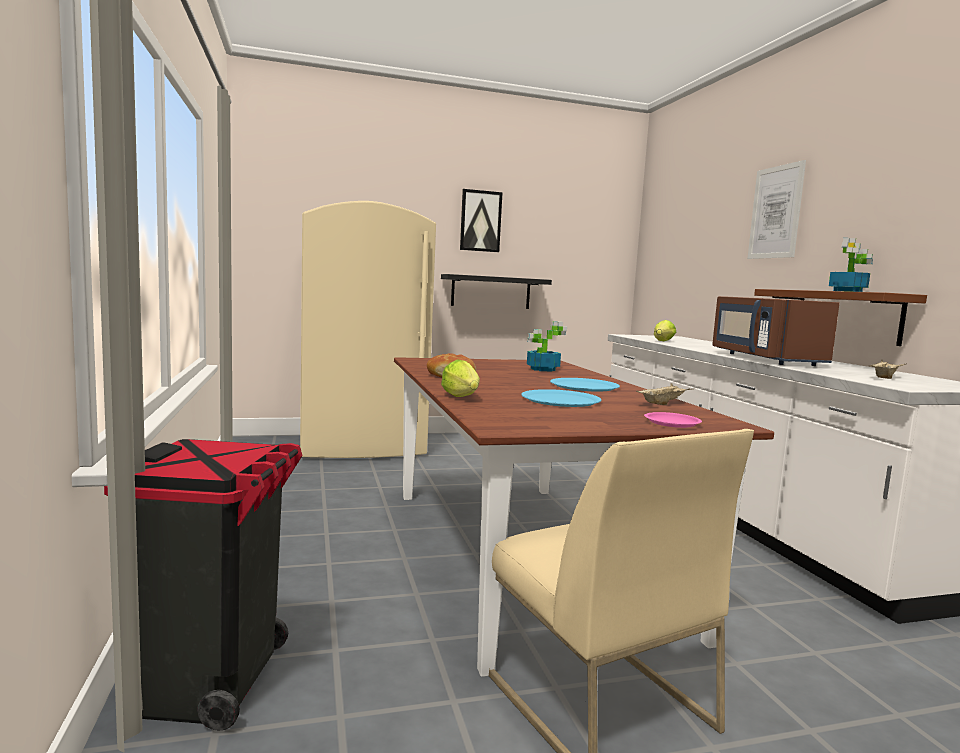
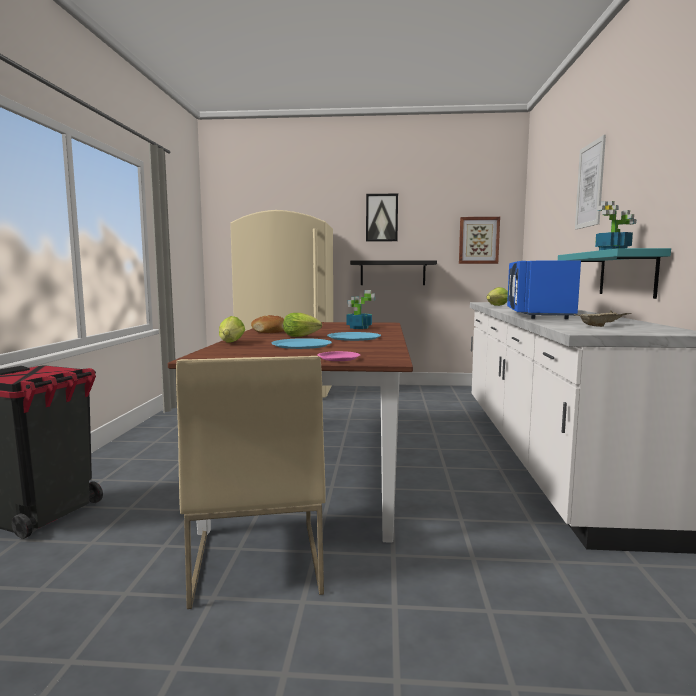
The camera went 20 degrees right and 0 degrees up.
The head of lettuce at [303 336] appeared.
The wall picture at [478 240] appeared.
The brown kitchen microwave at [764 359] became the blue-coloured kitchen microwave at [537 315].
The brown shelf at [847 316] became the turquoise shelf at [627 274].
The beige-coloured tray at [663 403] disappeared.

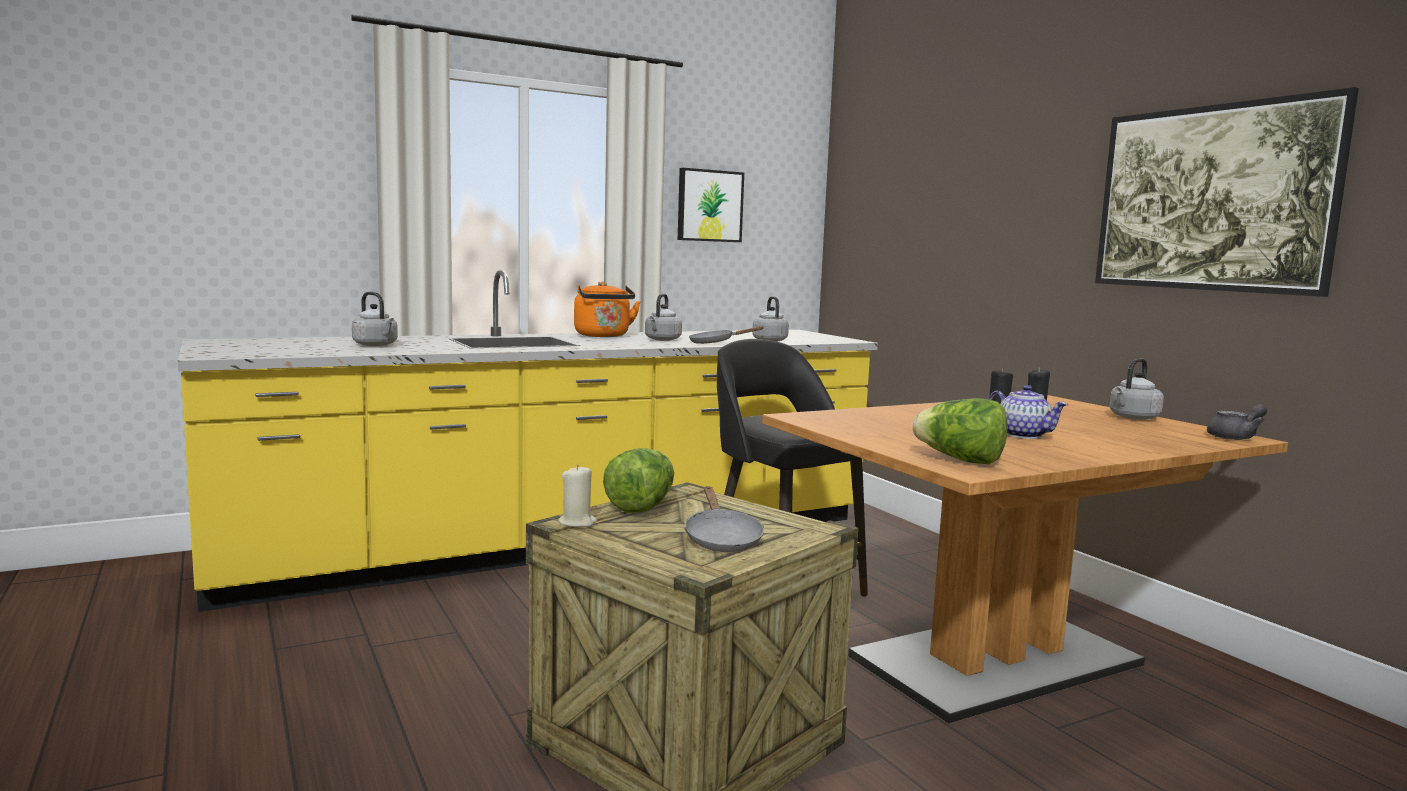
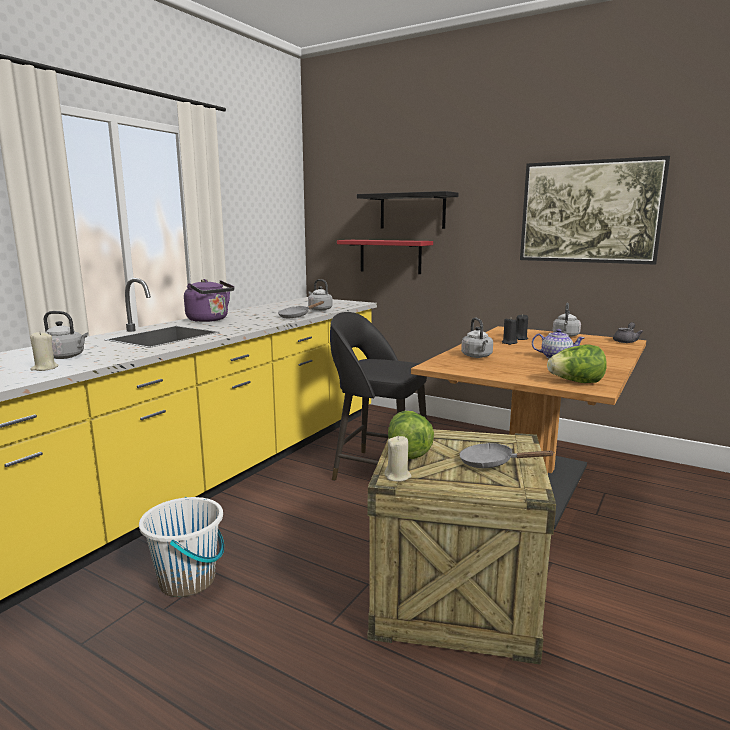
The camera went 30 degrees left and 5 degrees up.
The beige-coloured candle at [44 368] appeared.
The white pail at [188 580] appeared.
The orange tea kettle at [603 336] became the purple tea kettle at [209 320].
The reddish shelf at [390 256] appeared.
The black shelf at [412 211] appeared.
The greyish pan at [721 539] turned 150 degrees clockwise.
The greyish tea kettle moved from [662 340] to [477 356].
The wall picture at [709 206] disappeared.

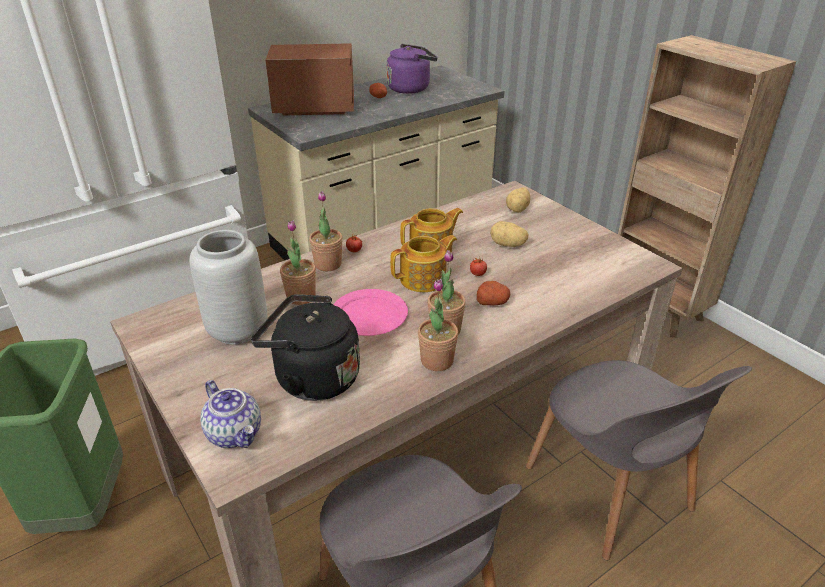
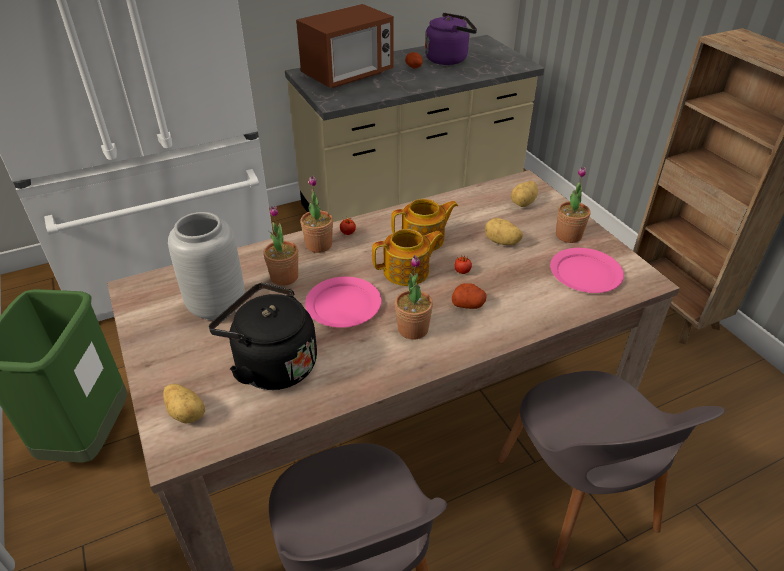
The camera went 10 degrees right and 5 degrees up.
The teapot at [235 433] was replaced by the whole potato at [187 413].
The kitchen microwave at [314 108] turned 135 degrees clockwise.
The pink-coloured flat dish at [585 273] appeared.
The plant in a pot moved from [437 361] to [568 235].

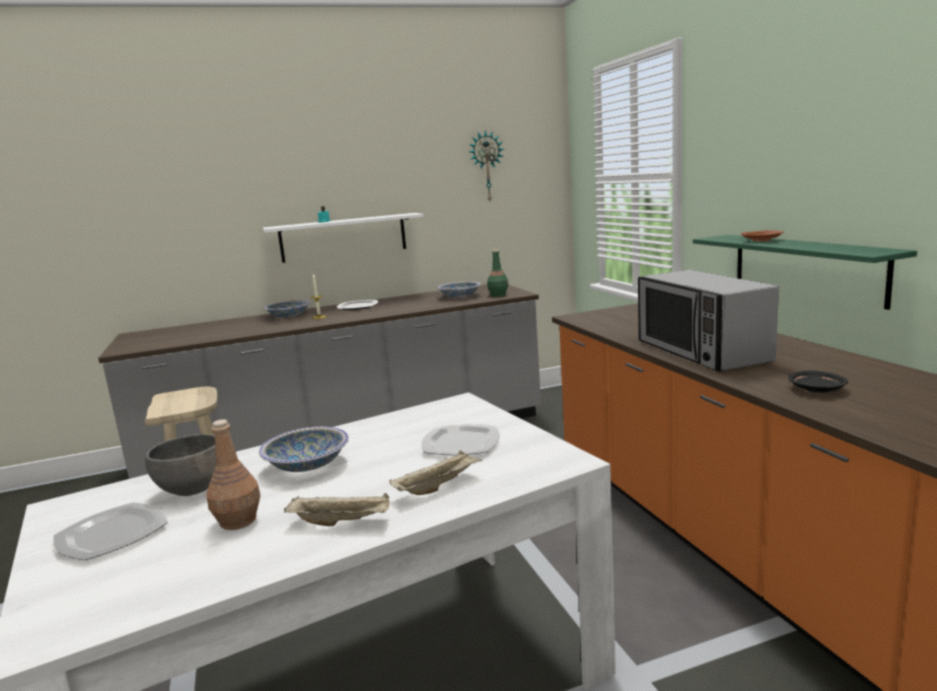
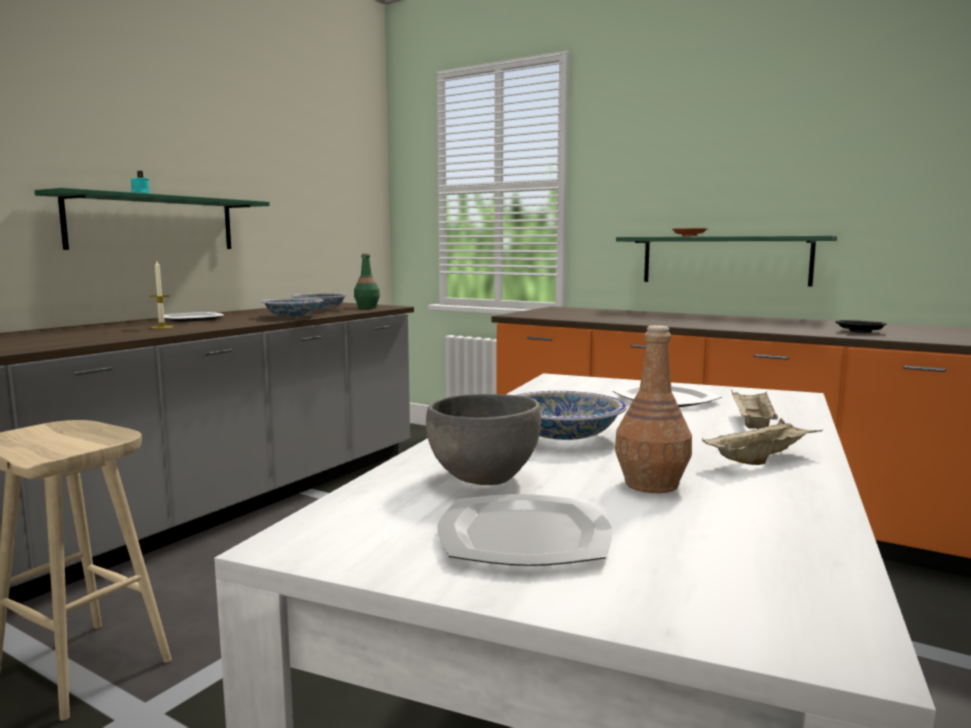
The camera went 40 degrees left and 5 degrees down.
The white shelf at [343 237] became the greenish shelf at [153 223].
The deep dish moved from [288 316] to [293 316].
The clock on the wall at [486 166] disappeared.
The kitchen microwave at [701 352] disappeared.

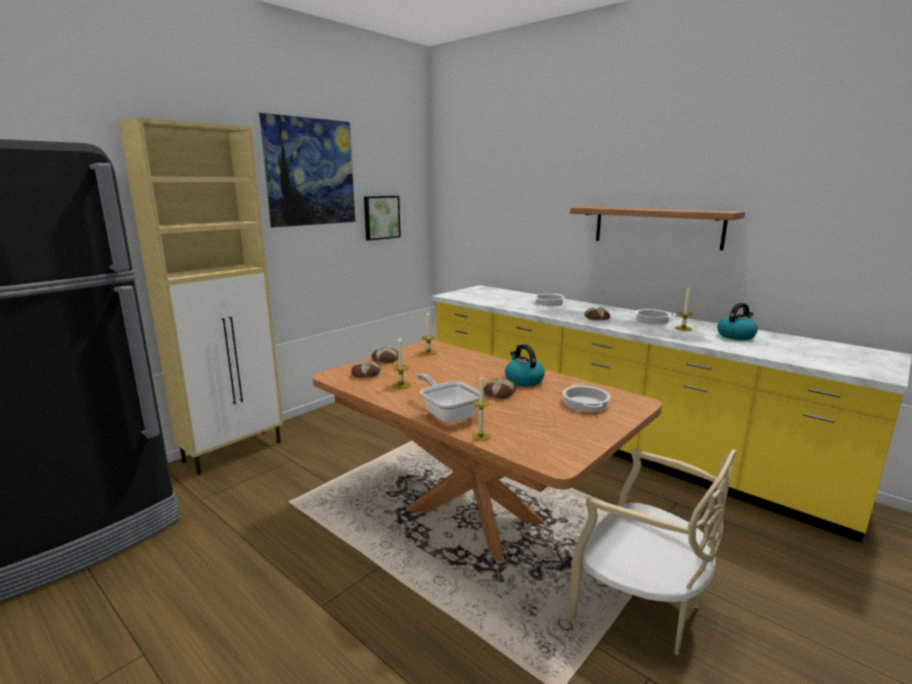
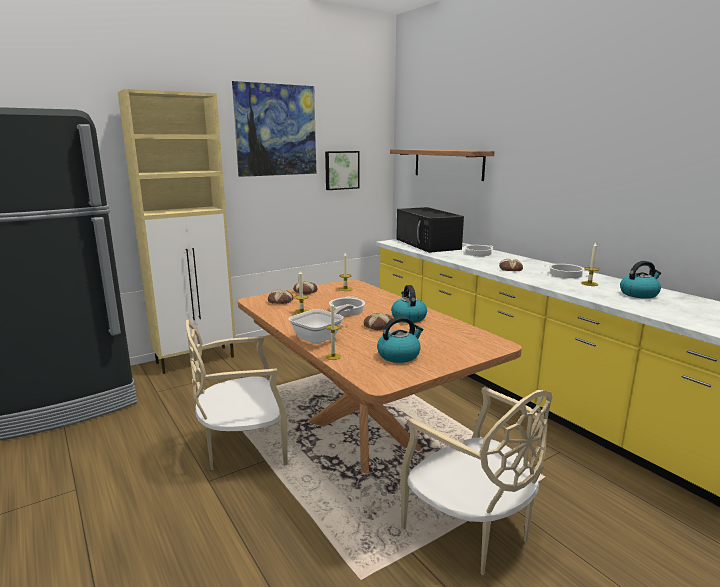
The camera went 15 degrees right and 0 degrees up.
The beige-coloured plain chair at [243 447] appeared.
The pan at [448 414] turned 60 degrees clockwise.
The cooking pot moved from [585 403] to [346 310].
The tea kettle at [399 355] appeared.
The shelf moved from [657 227] to [448 164].
The black kitchen microwave at [428 244] appeared.

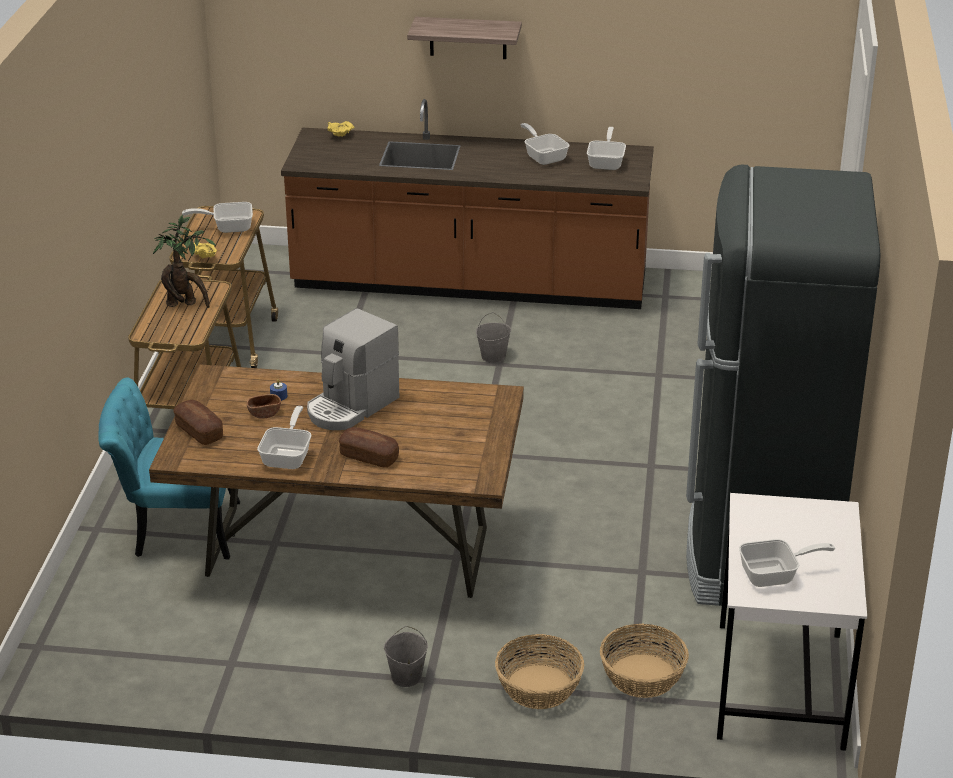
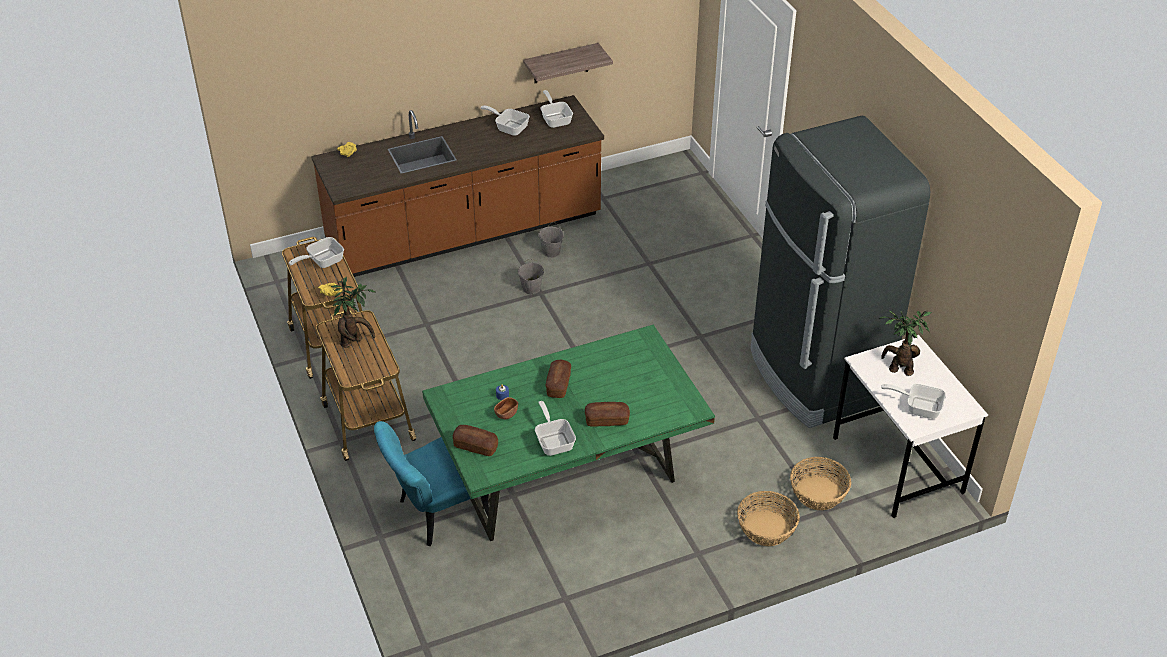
The camera went 30 degrees left and 10 degrees up.
The brown kitchen table at [350 552] became the greenish kitchen table at [569 481].
The shelf moved from [468 38] to [561 64].
The greyish pail moved from [406 677] to [551 252].
The coffee maker at [351 406] was replaced by the baked bread at [558 384].
The plant in a pot at [898 368] appeared.
The pan at [775 575] turned 120 degrees counterclockwise.

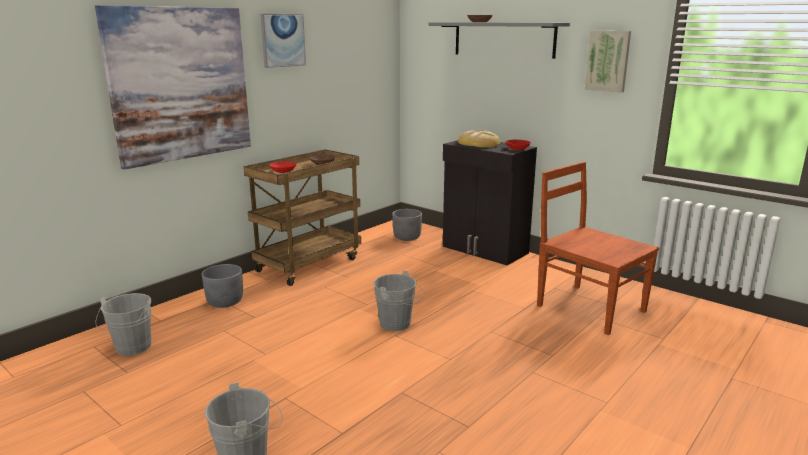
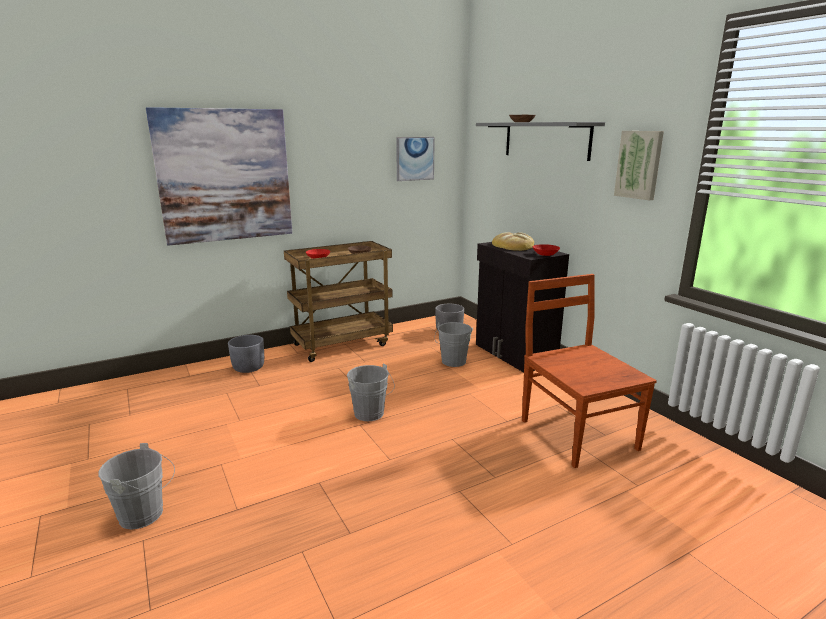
The camera went 20 degrees right and 0 degrees up.
The wall picture moved from [282 40] to [415 158].
The greyish pail moved from [131 349] to [452 362].

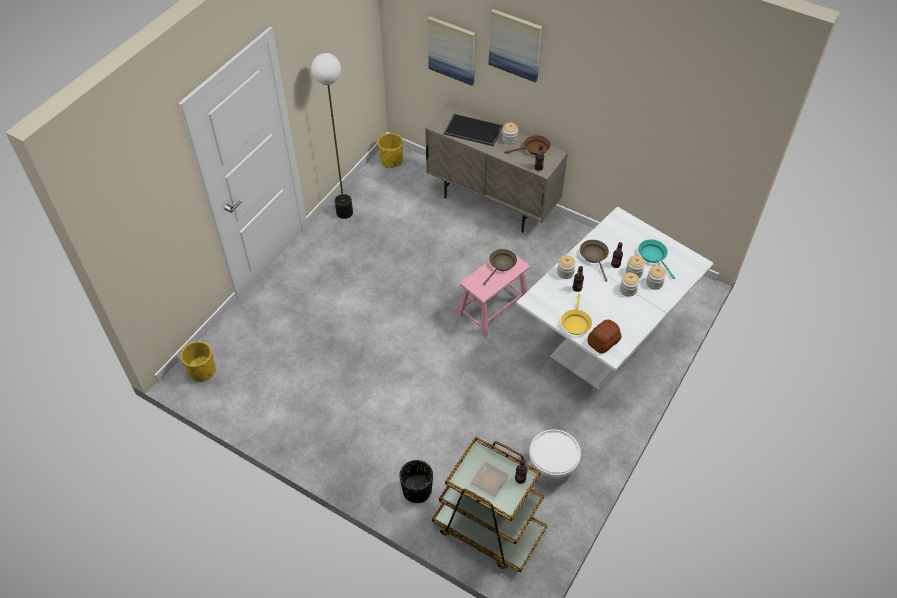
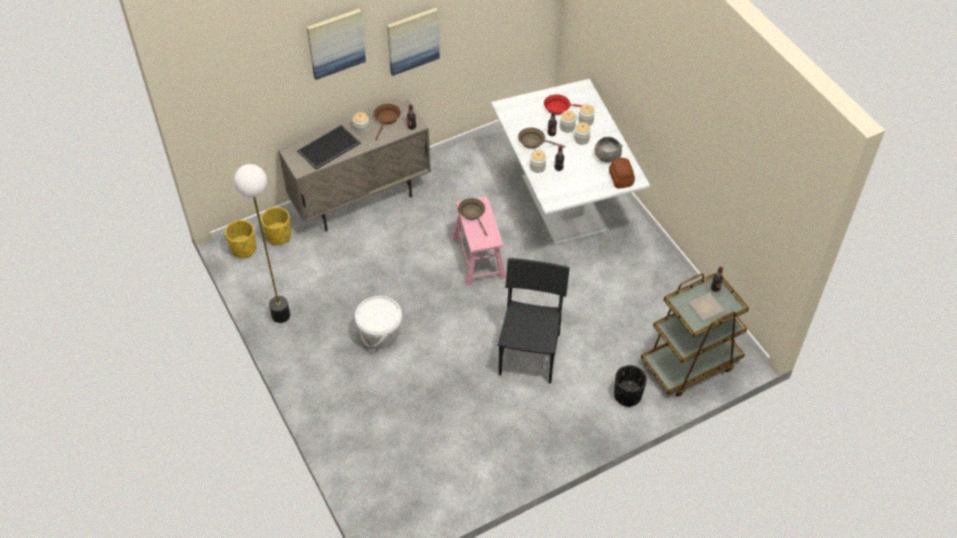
The camera went 60 degrees left and 0 degrees up.
The yellow-coloured planter moved from [202 371] to [278 236].
The white pail moved from [551 469] to [380 334].
The wall picture moved from [452 50] to [413 40].
The black plain chair at [529 354] appeared.
The turquoise pan at [653 256] became the reddish pan at [559 107].
The greyish deep dish at [607 156] appeared.
The yellow-coloured pan at [575 323] disappeared.

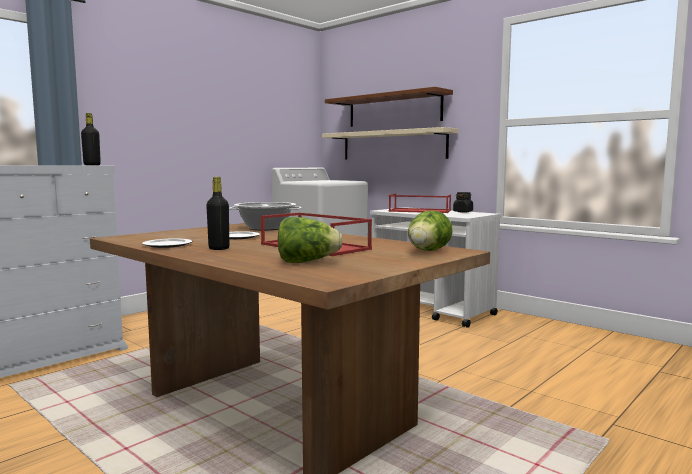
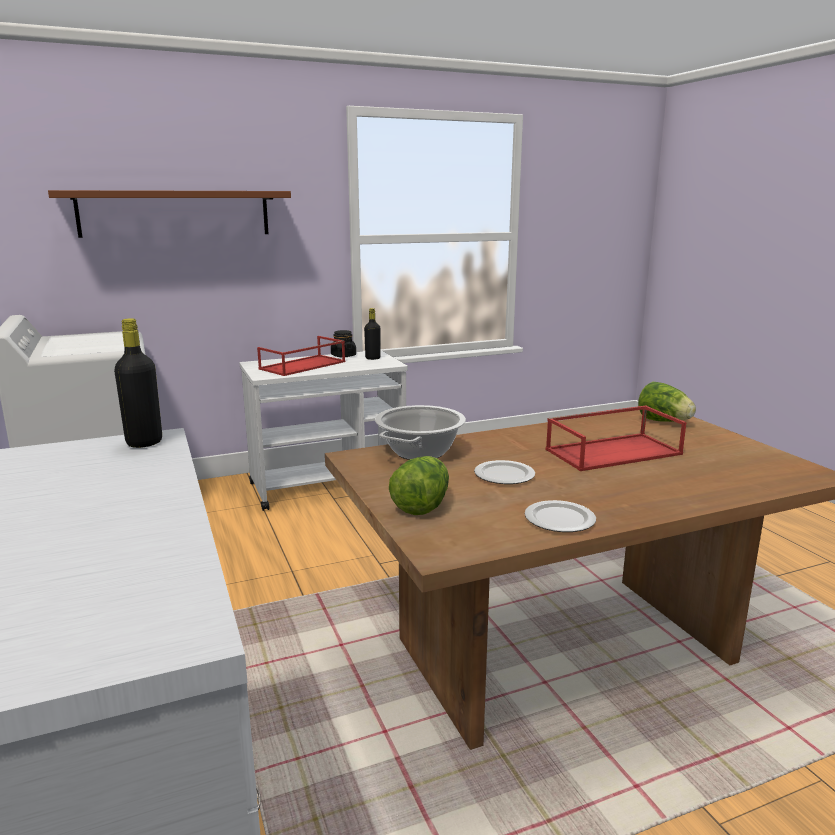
The camera went 65 degrees left and 10 degrees up.
The black drink bottle moved from [219 248] to [373 358].
The head of lettuce moved from [307 262] to [422 505].
The beige-coloured shelf at [393 145] disappeared.

